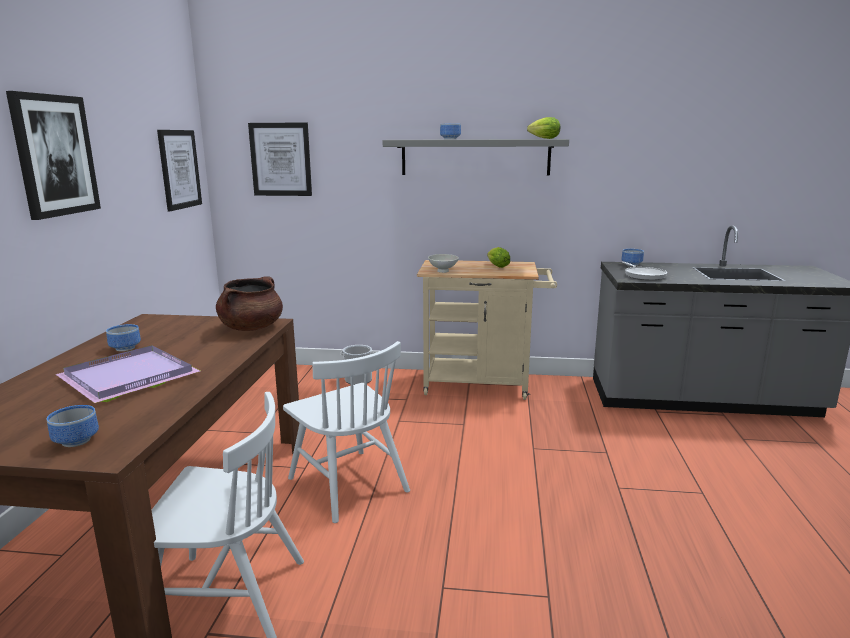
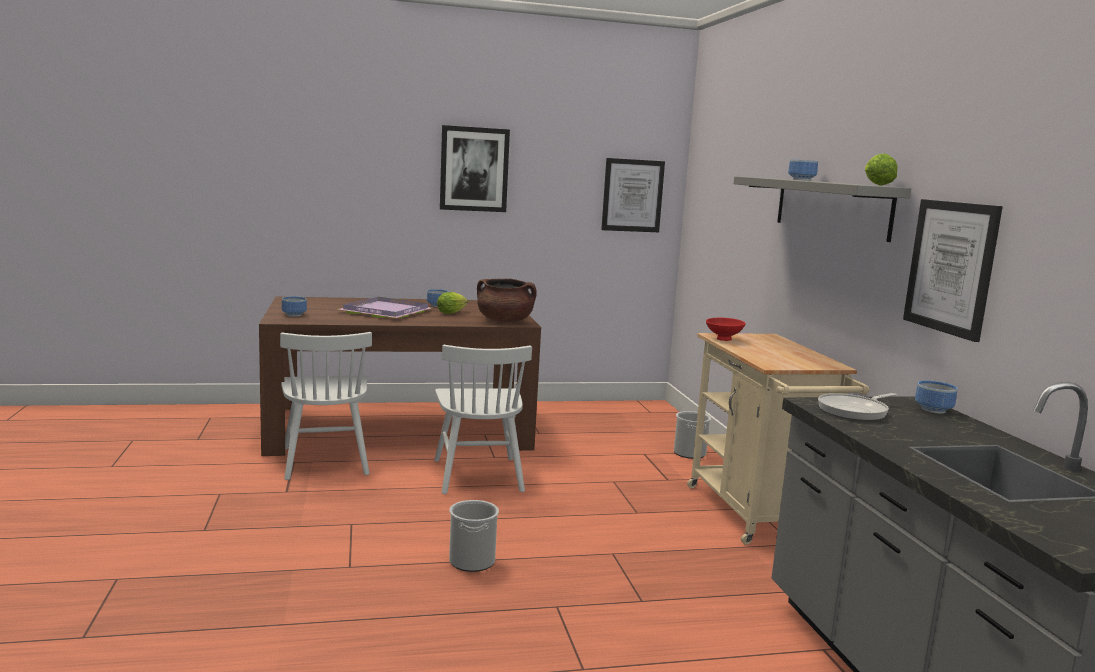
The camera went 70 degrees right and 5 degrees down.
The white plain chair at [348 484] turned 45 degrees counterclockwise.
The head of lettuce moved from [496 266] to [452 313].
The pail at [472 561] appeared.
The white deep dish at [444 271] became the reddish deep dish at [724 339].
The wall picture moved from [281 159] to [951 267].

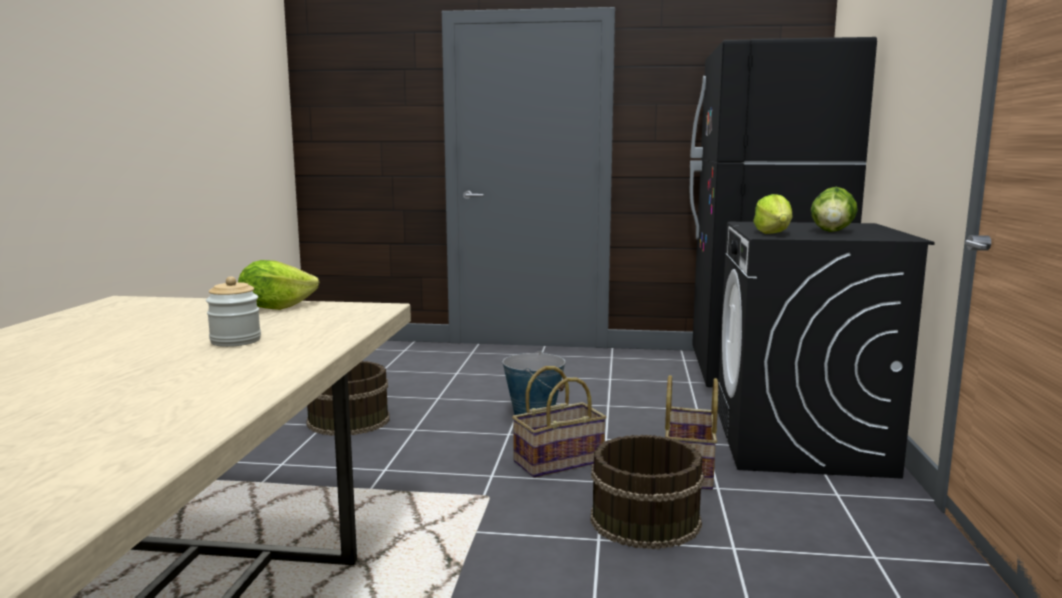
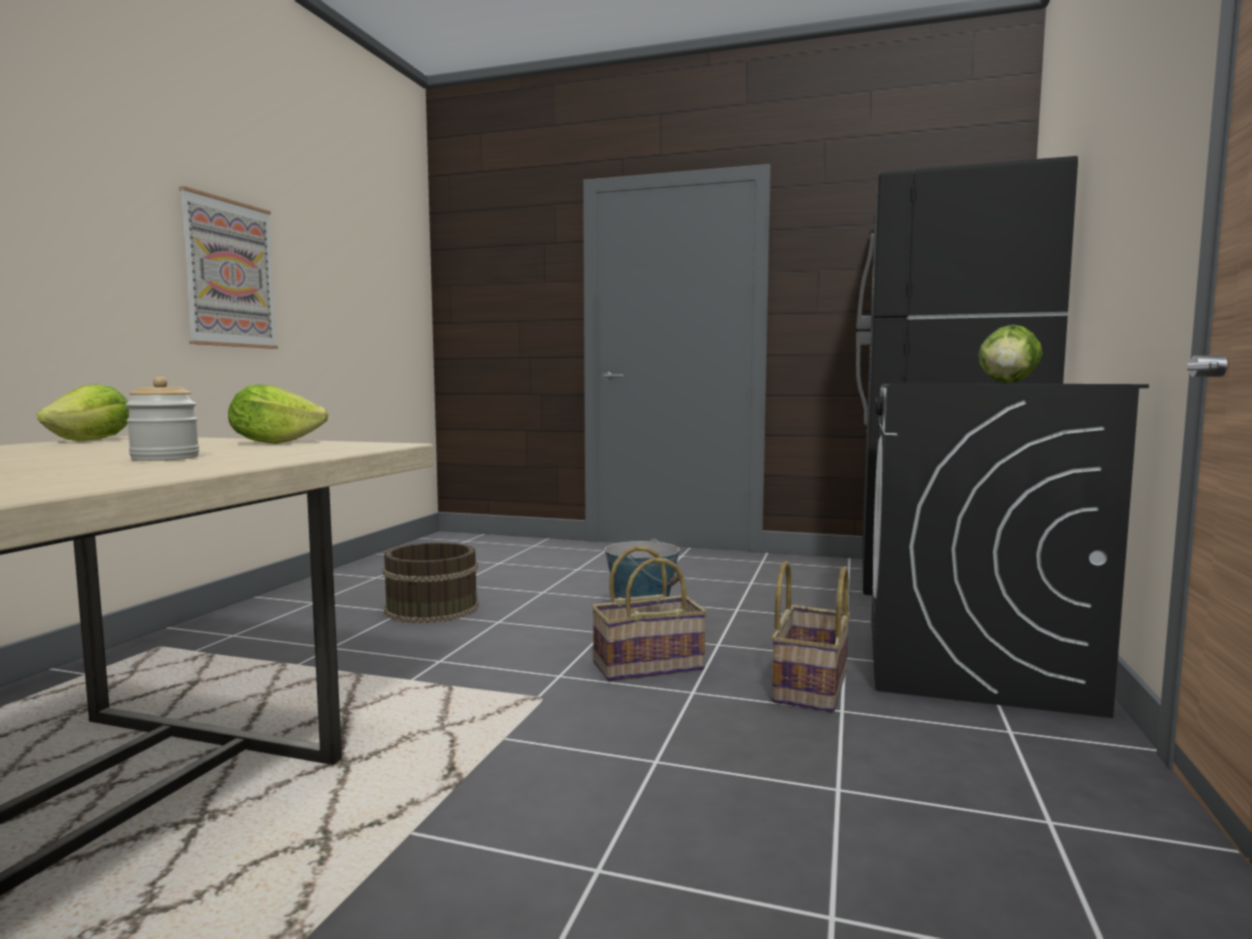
The camera went 10 degrees right and 5 degrees down.
The head of lettuce moved from [773 233] to [92 440].
The wall picture at [229 274] appeared.
The brown pail at [644 519] disappeared.

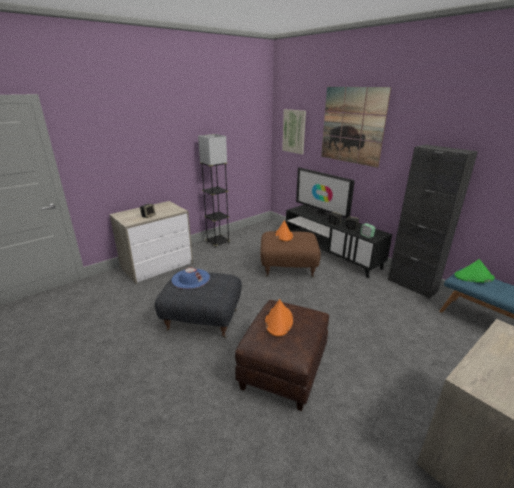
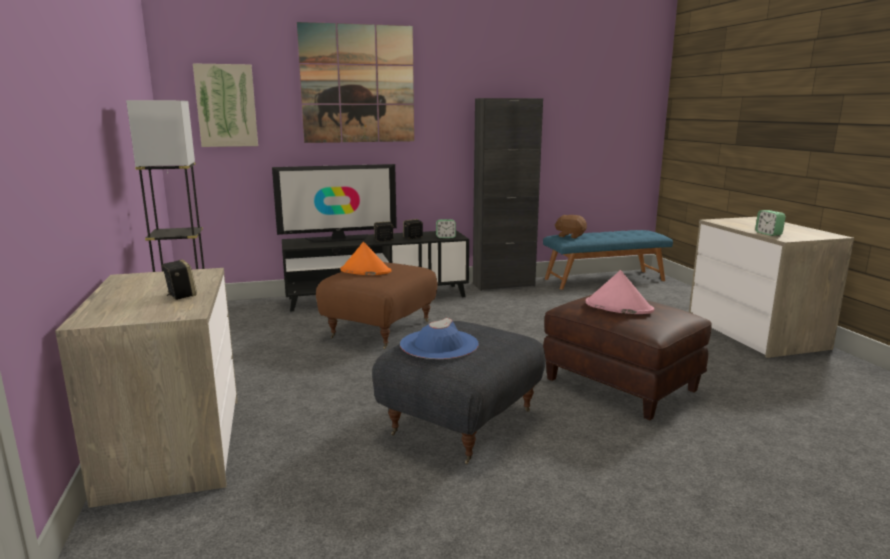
The camera went 65 degrees left and 10 degrees down.
The greenish clothing hat at [473 277] was replaced by the brown cuddly toy at [570 236].
The orange clothing hat at [278 321] became the pink-coloured clothing hat at [618 307].
The alarm clock at [768 234] appeared.

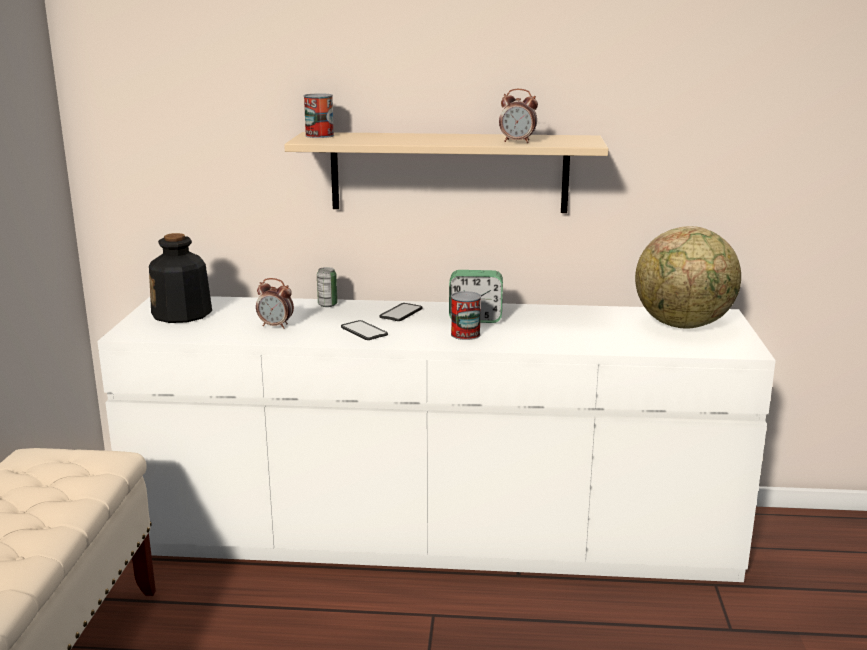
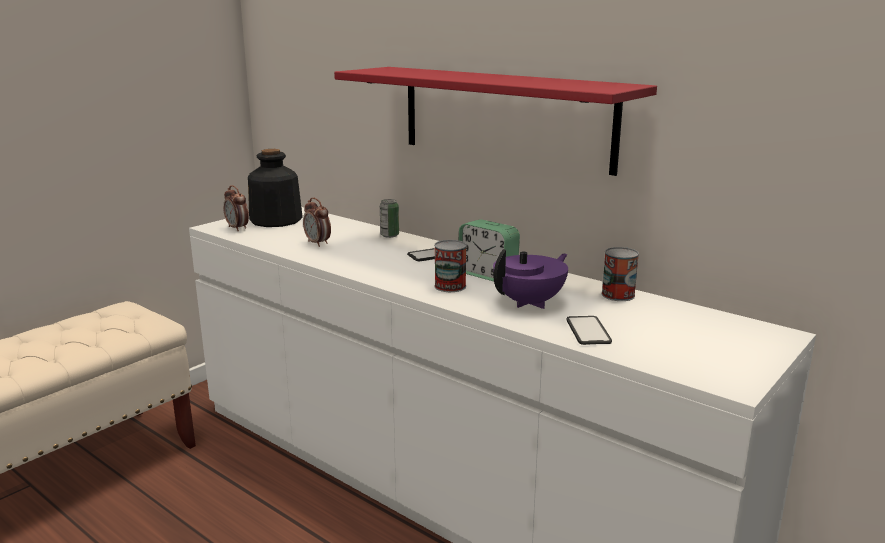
The camera went 35 degrees right and 0 degrees up.
The alarm clock moved from [517 142] to [237 228].
The beige-coloured shelf at [449 172] became the reddish shelf at [504 117].
The purple teapot at [530 302] appeared.
The handset moved from [364 331] to [588 331].
The can moved from [319 135] to [618 295].
The globe at [683 325] disappeared.

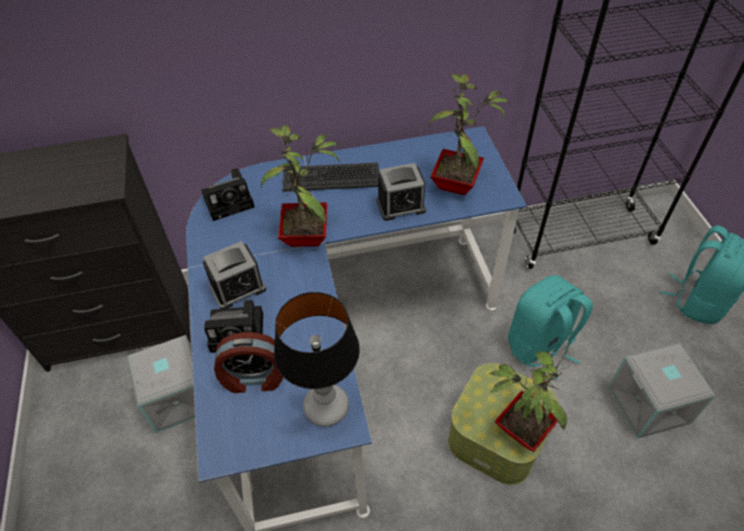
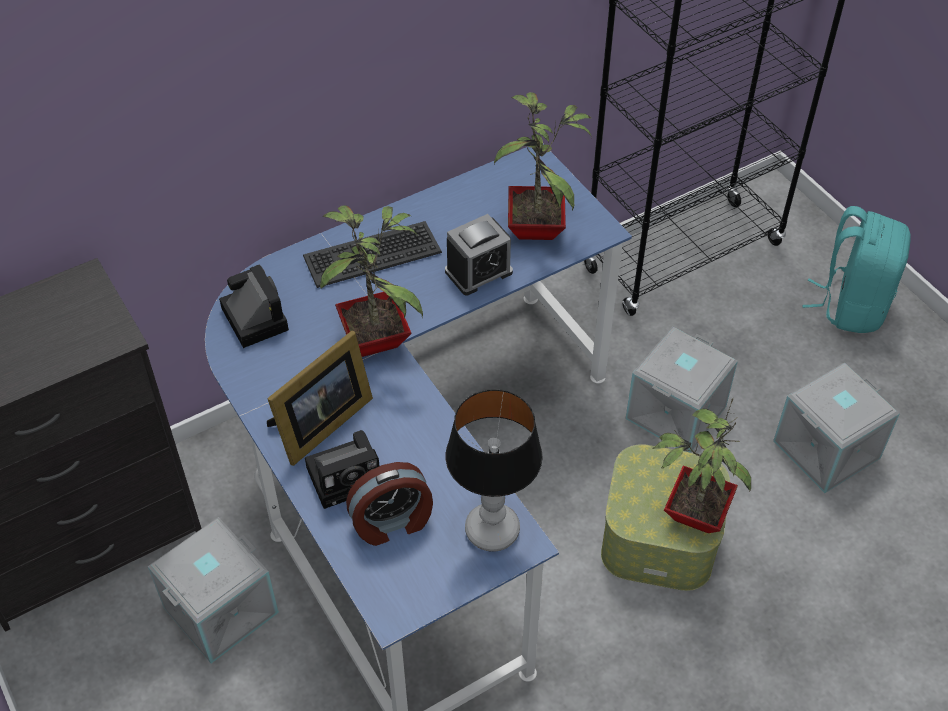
The camera went 20 degrees left and 0 degrees up.
The photo camera at [231 201] turned 75 degrees counterclockwise.
The alarm clock at [238 288] was replaced by the standing frame at [319 425].
The turquoise knapsack at [540 346] was replaced by the greyish storage box at [677 413].

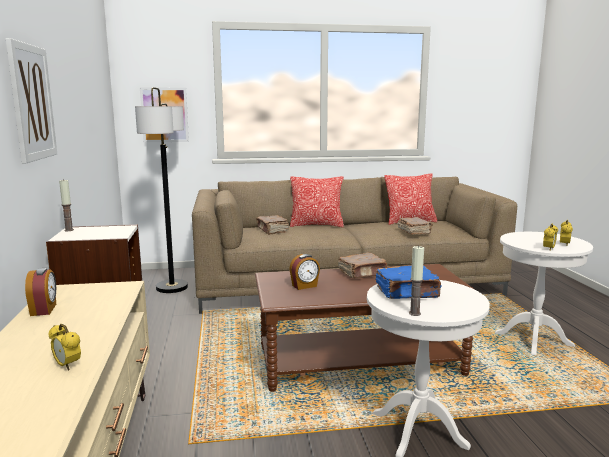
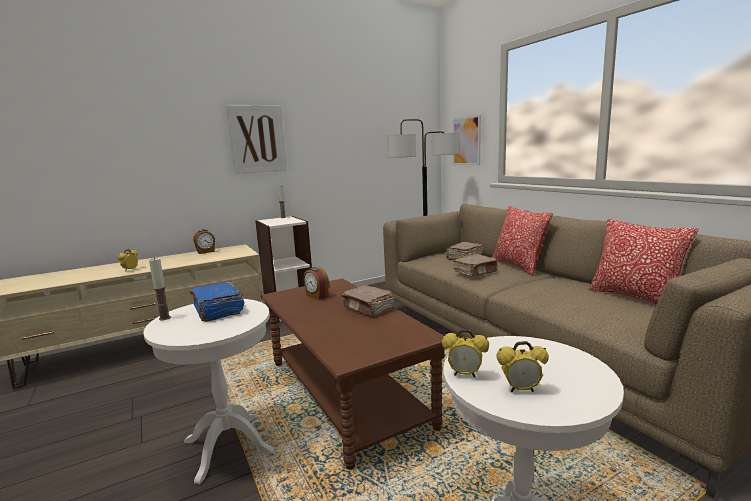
The camera went 70 degrees right and 0 degrees up.
The brown book moved from [414 232] to [475 272].

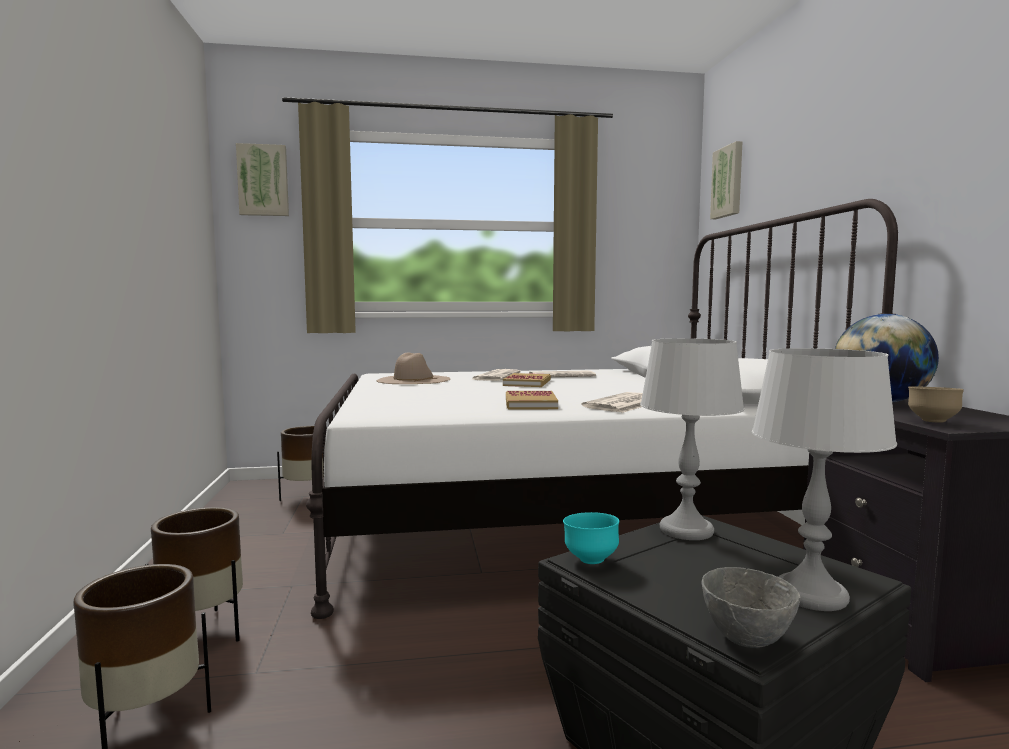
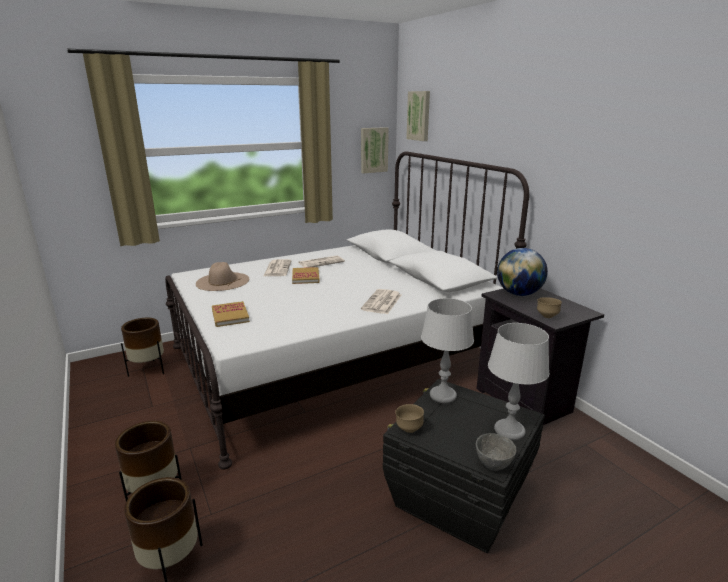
The camera went 20 degrees left and 15 degrees up.
The book moved from [530 403] to [230 316].
The wall picture moved from [263 180] to [373 150].
The turquoise deep dish at [590 560] became the brown deep dish at [408 429].

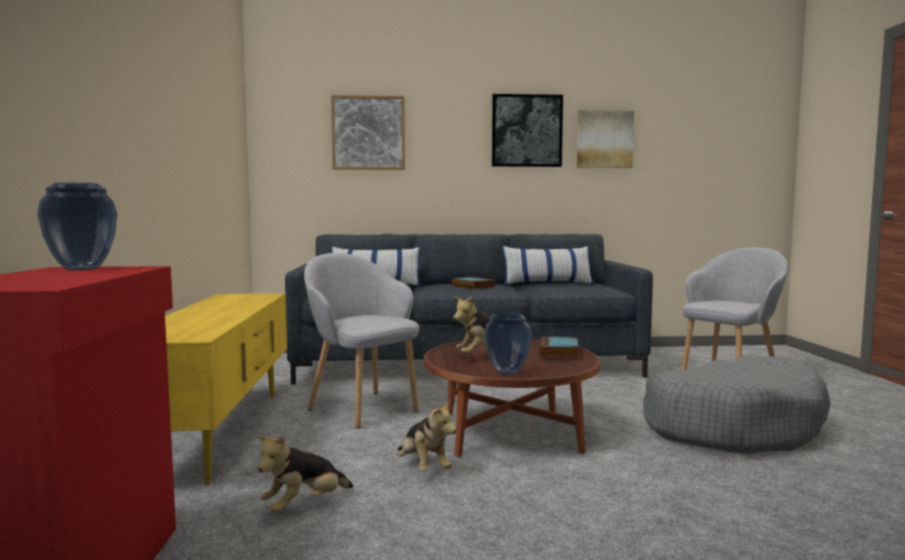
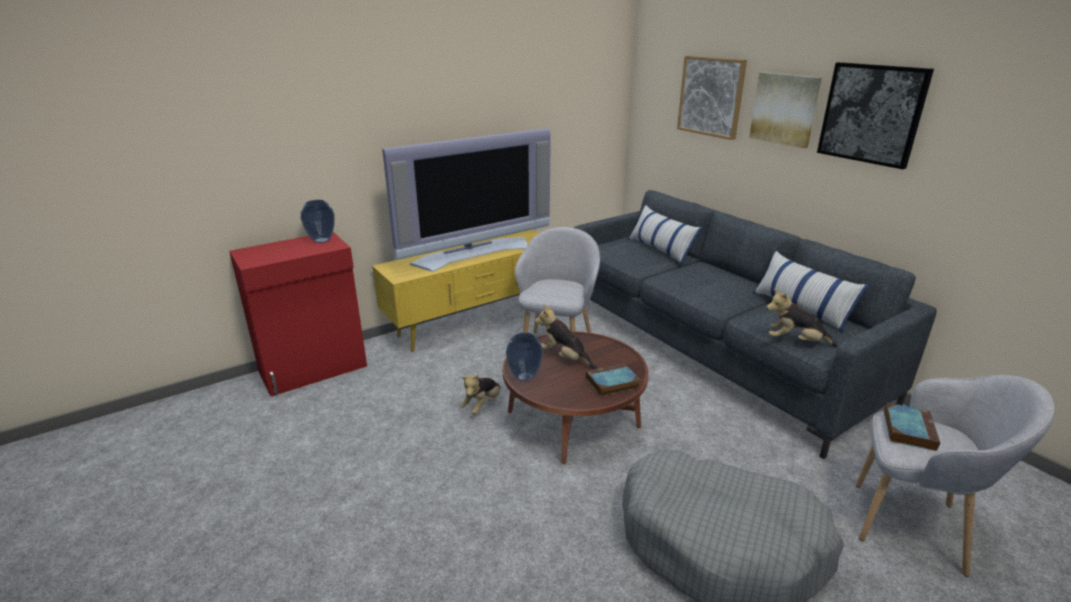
The camera went 60 degrees right and 20 degrees up.
The TV at [473 253] appeared.
The wall picture moved from [604 139] to [785 109].
The cuddly toy moved from [304 506] to [795 342].
The book moved from [472 286] to [908 429].

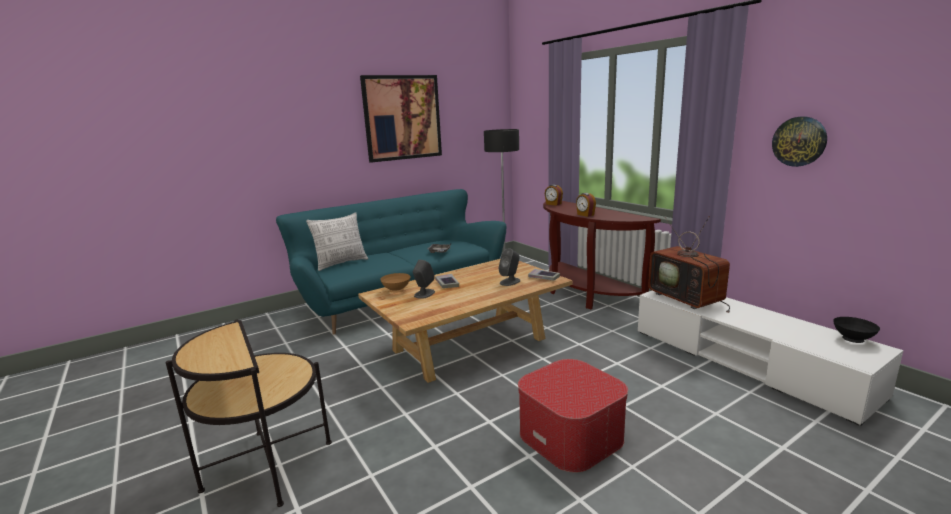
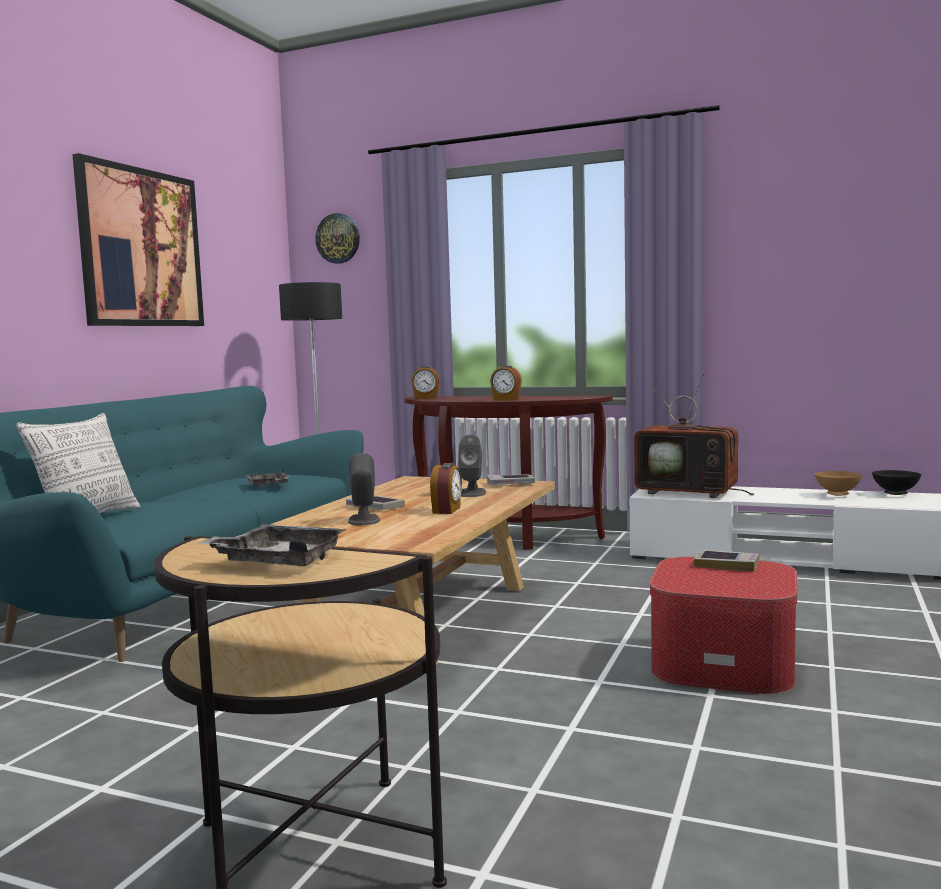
The camera went 35 degrees left and 10 degrees down.
The greyish tray at [278 561] appeared.
The clock on the wall moved from [799 141] to [338 238].
The alarm clock at [447 510] appeared.
The book at [727 565] appeared.
The brown deep dish moved from [396 291] to [838 495].

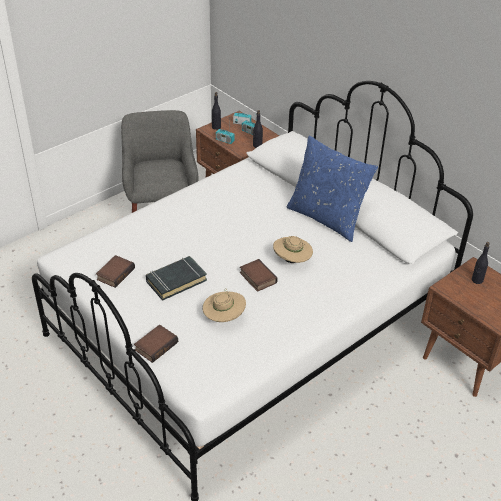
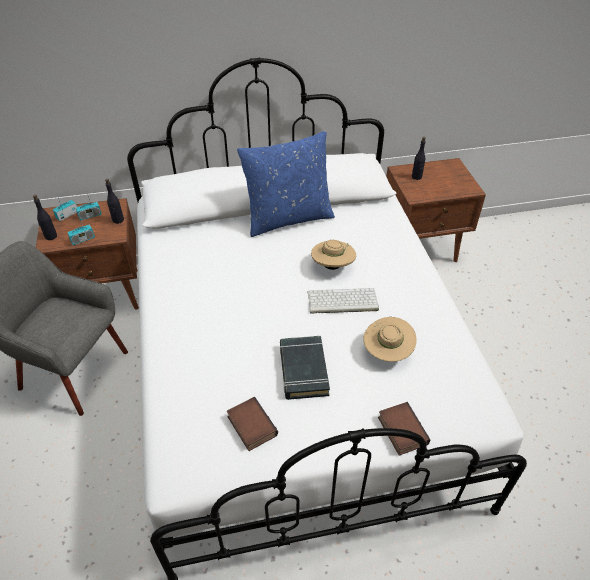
The camera went 60 degrees left and 5 degrees up.
The book at [257 278] was replaced by the computer keyboard at [341 302].

